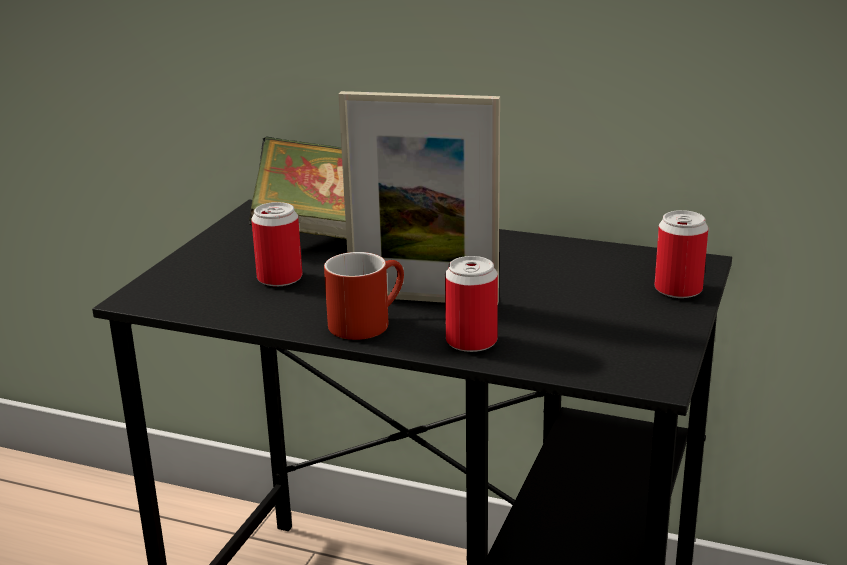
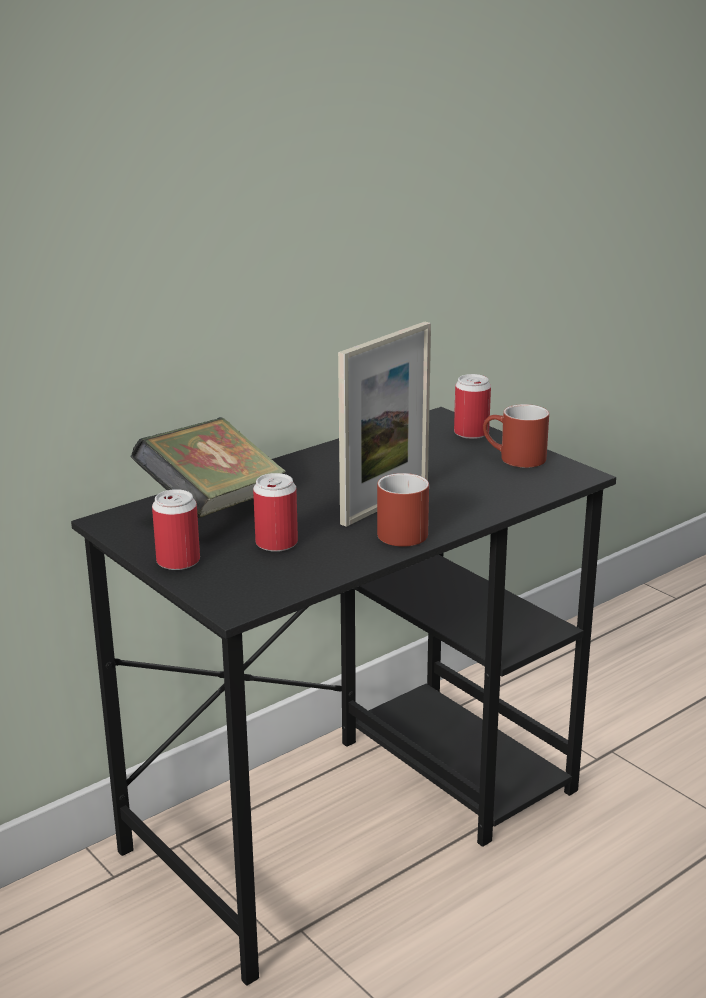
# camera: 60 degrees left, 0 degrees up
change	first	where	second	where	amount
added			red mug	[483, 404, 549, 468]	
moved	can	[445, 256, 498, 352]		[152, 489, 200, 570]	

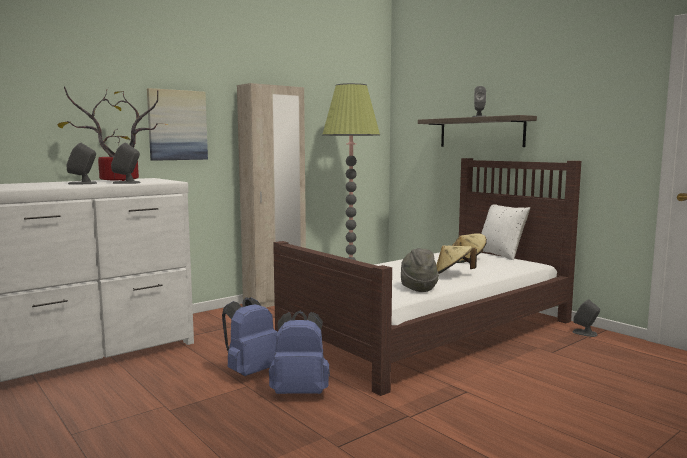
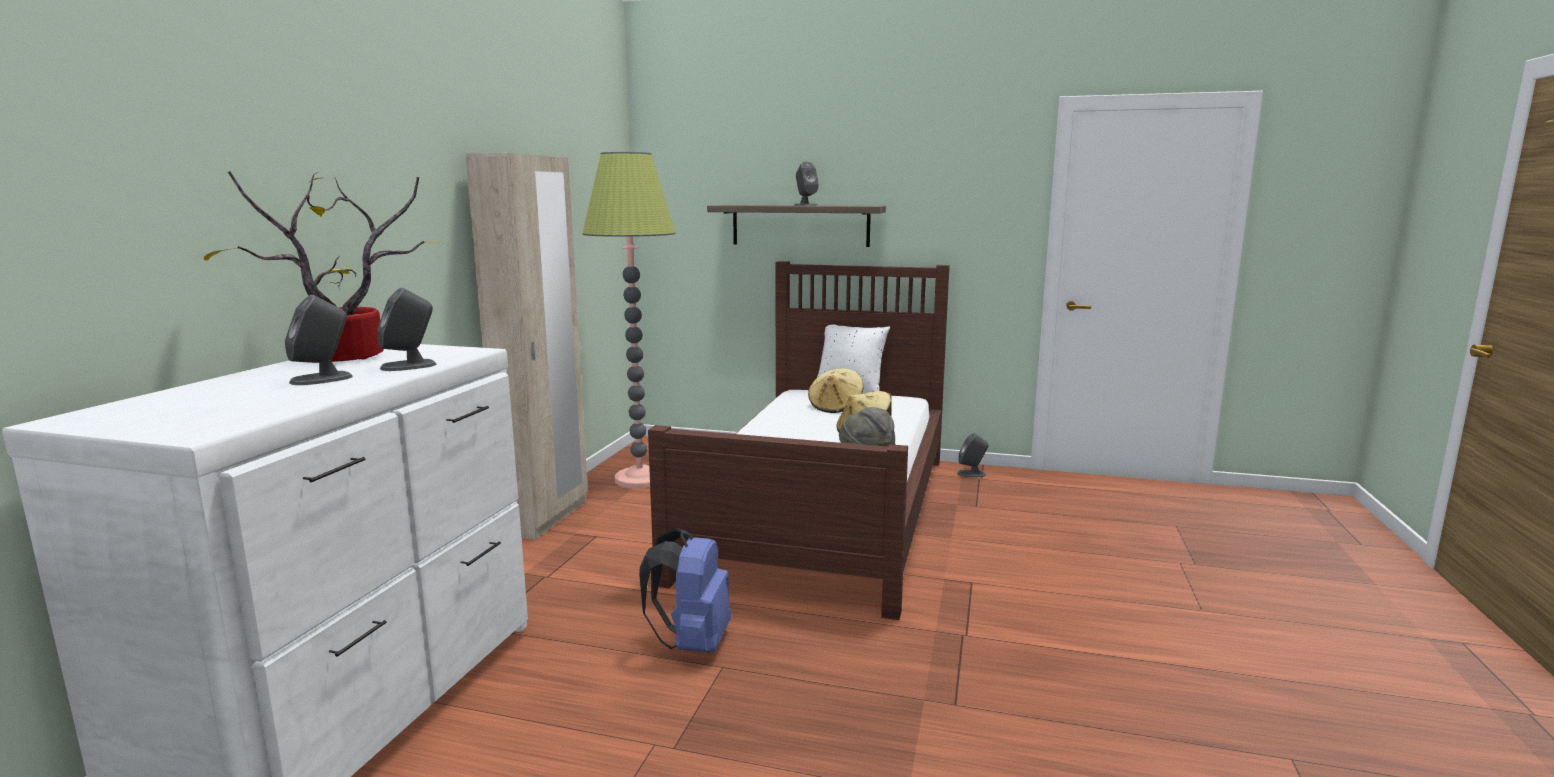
# camera: 35 degrees left, 5 degrees up
change	first	where	second	where	amount
removed	picture	[147, 88, 208, 161]			
removed	blue backpack	[269, 311, 330, 394]			

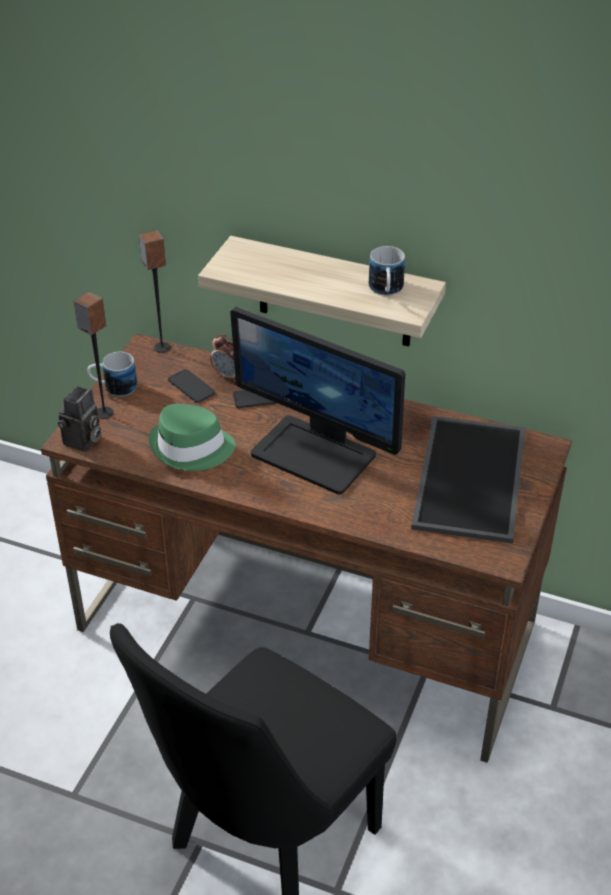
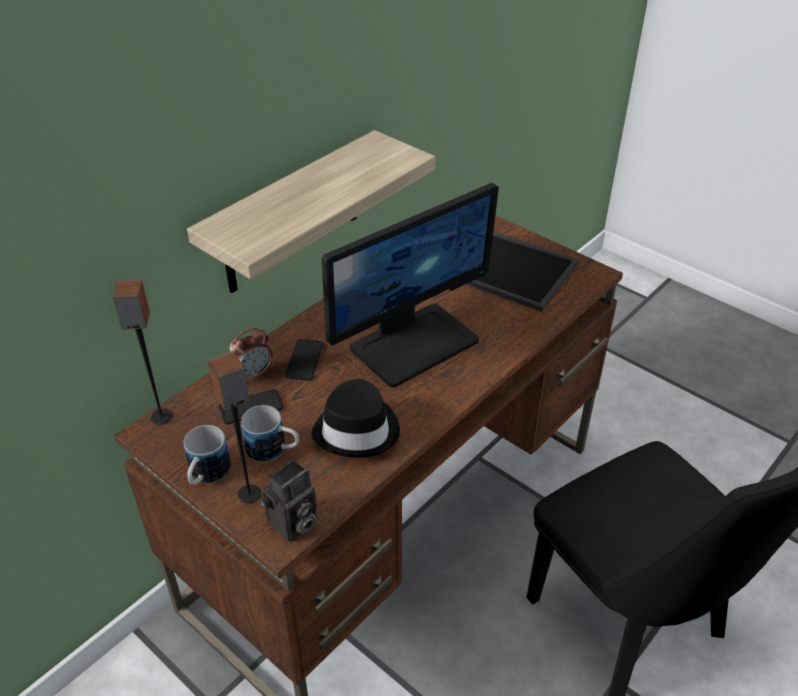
# camera: 70 degrees left, 0 degrees up
change	first	where	second	where	amount
moved	mug	[369, 246, 405, 295]		[241, 405, 299, 462]	
recoloured	green hat	[149, 404, 235, 471]	black hat	[312, 379, 400, 458]	
turned	photo camera	[58, 386, 102, 452]		[259, 460, 317, 542]	90 degrees clockwise

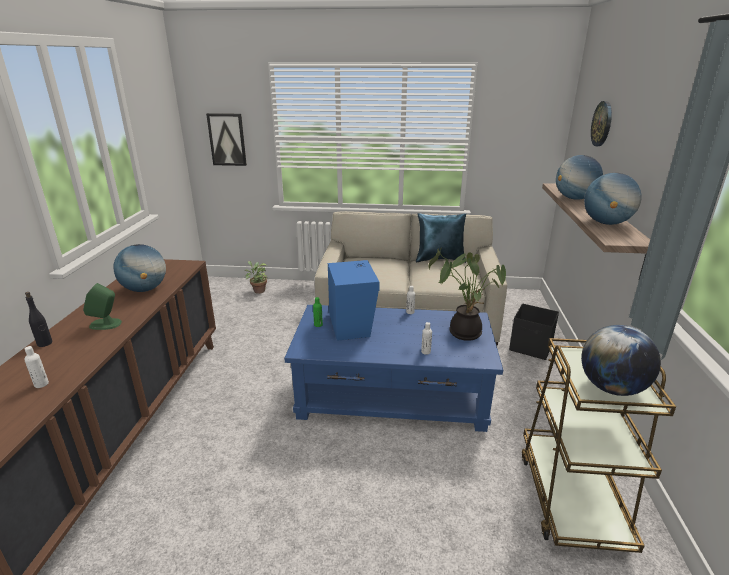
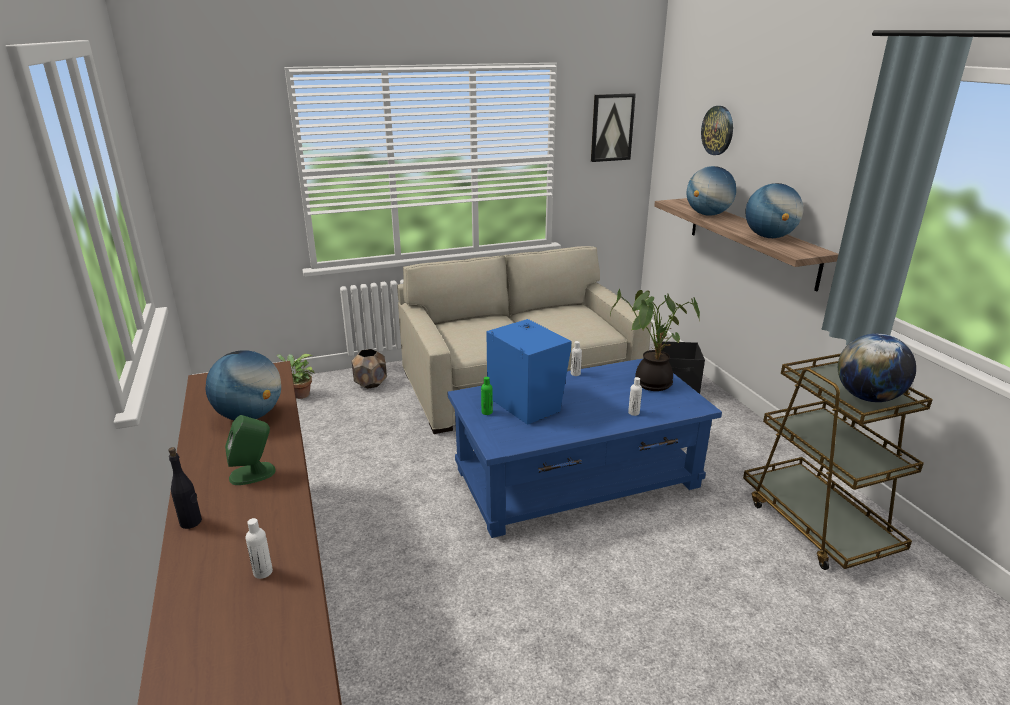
# camera: 25 degrees left, 0 degrees up
change	first	where	second	where	amount
removed	blue pillow	[416, 213, 466, 263]			
added			brown planter	[352, 349, 387, 389]	
moved	picture	[206, 113, 247, 166]		[591, 93, 636, 162]	

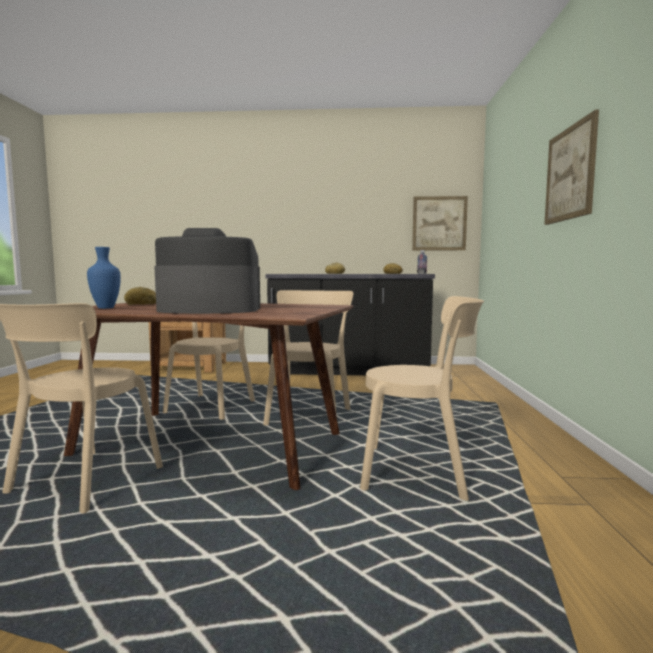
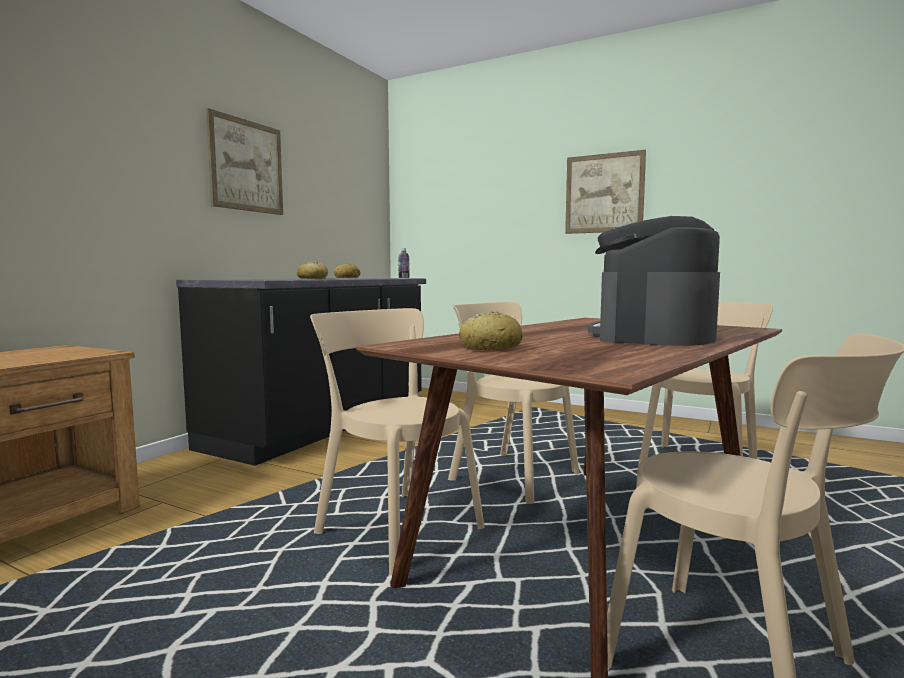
# camera: 65 degrees left, 0 degrees up
change	first	where	second	where	amount
removed	blue vase	[87, 247, 121, 309]			
moved	picture	[412, 196, 468, 251]		[206, 108, 283, 215]	

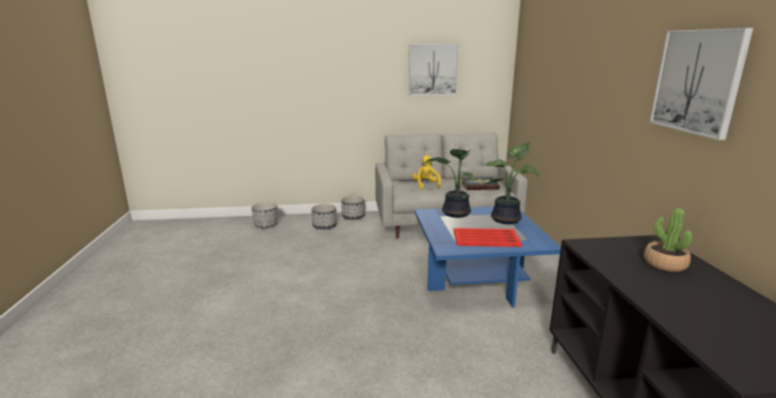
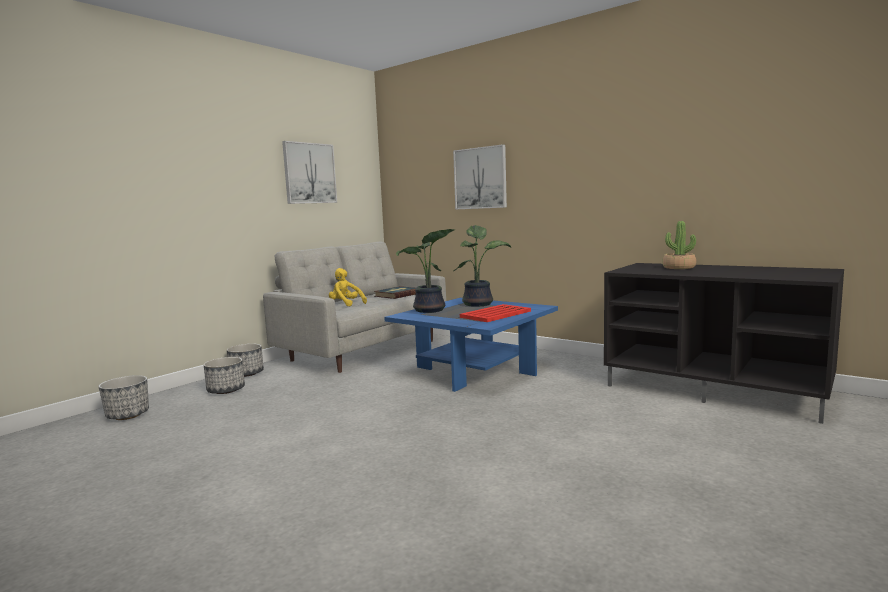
# camera: 45 degrees left, 10 degrees down
change	first	where	second	where	amount
moved	picture	[649, 28, 753, 140]		[453, 144, 507, 210]	

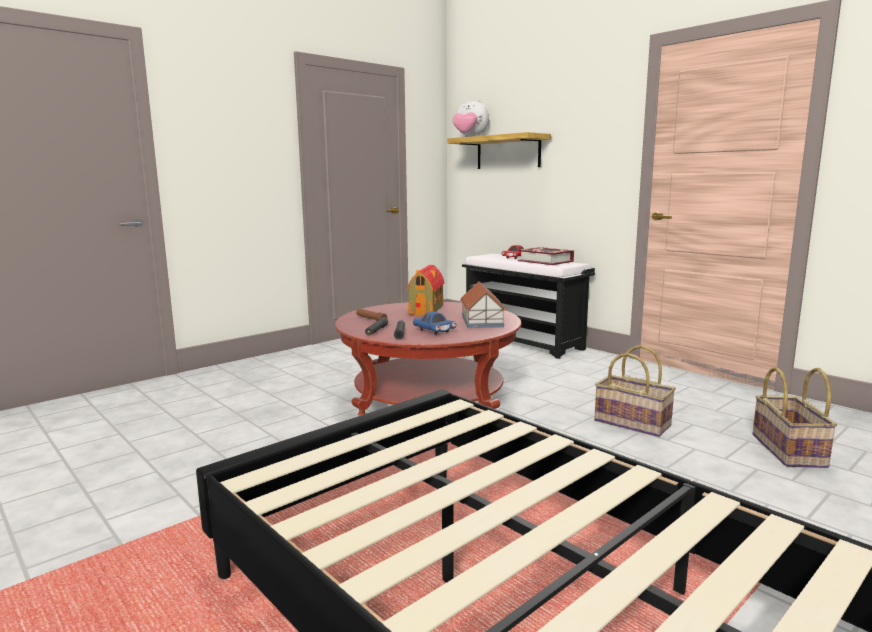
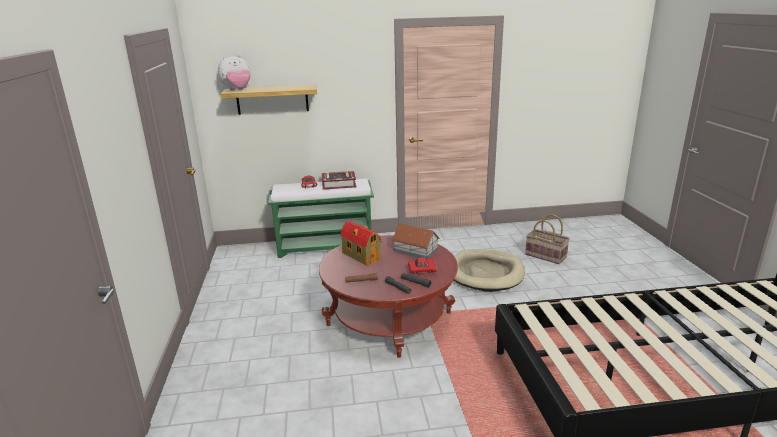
# camera: 55 degrees left, 10 degrees up
change	first	where	second	where	amount
replaced	basket	[595, 345, 676, 437]	beige dog bed	[453, 249, 525, 292]	
recoloured	blue toy car	[413, 311, 456, 335]	red toy car	[408, 257, 437, 274]	
recoloured	black bench	[462, 254, 595, 359]	green bench	[268, 178, 374, 258]	

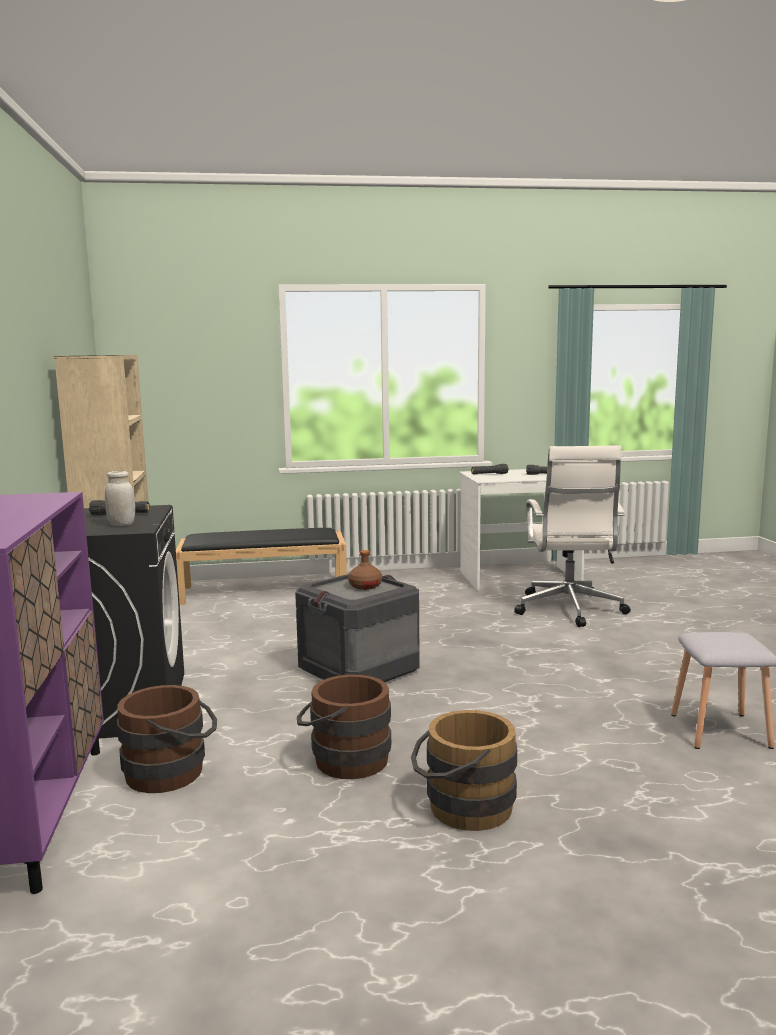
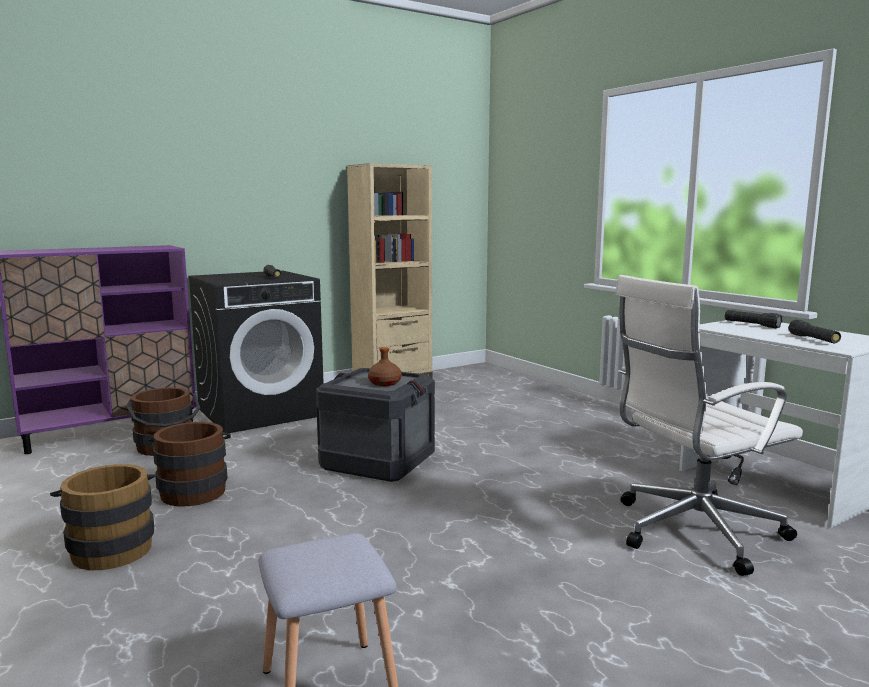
# camera: 65 degrees right, 0 degrees up
change	first	where	second	where	amount
removed	white jar	[105, 471, 135, 526]			
removed	black bench	[176, 528, 347, 605]			

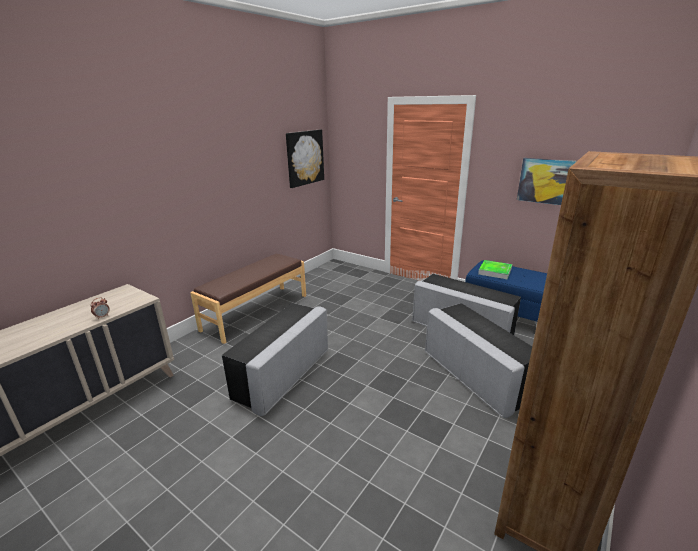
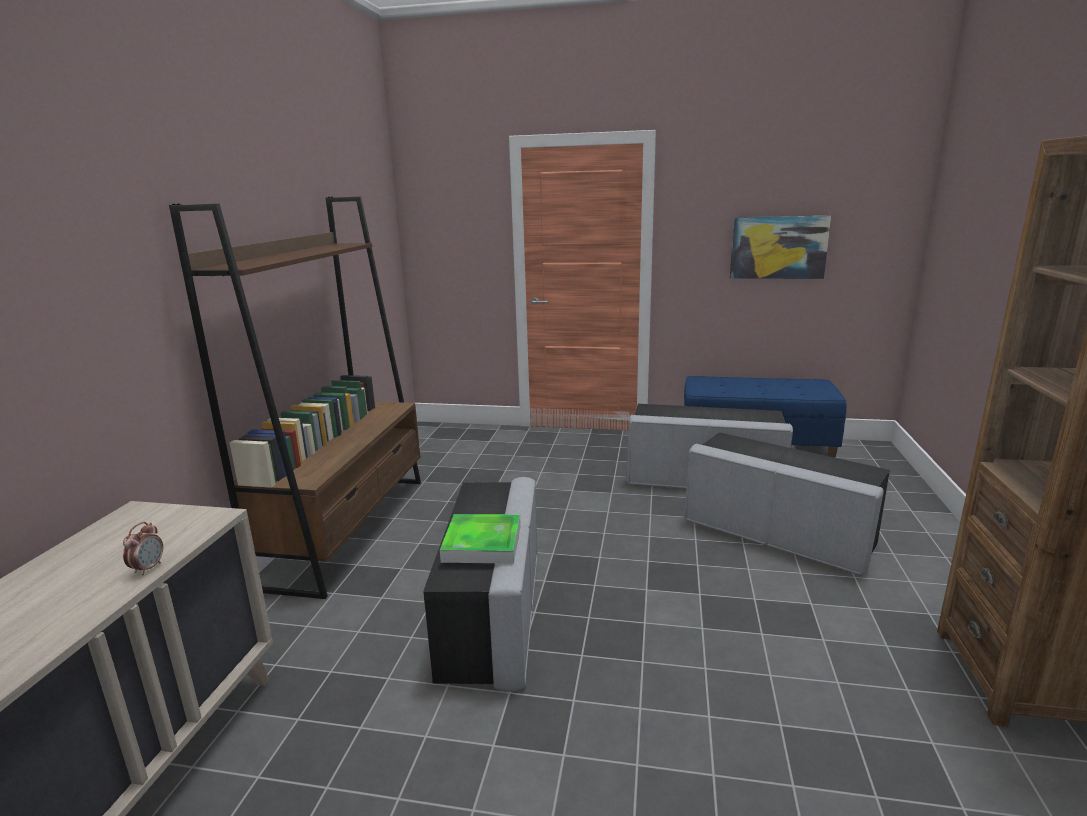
# camera: 25 degrees left, 5 degrees down
change	first	where	second	where	amount
removed	picture	[286, 129, 324, 188]			
moved	tray	[478, 260, 512, 279]		[440, 514, 521, 563]	
replaced	brown bench	[190, 254, 306, 344]	brown bookcase	[169, 196, 421, 599]	

